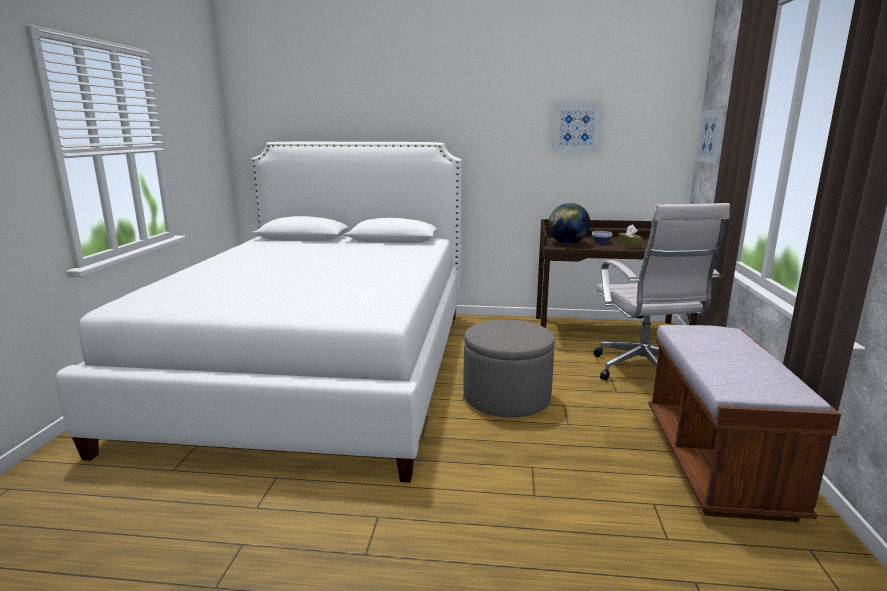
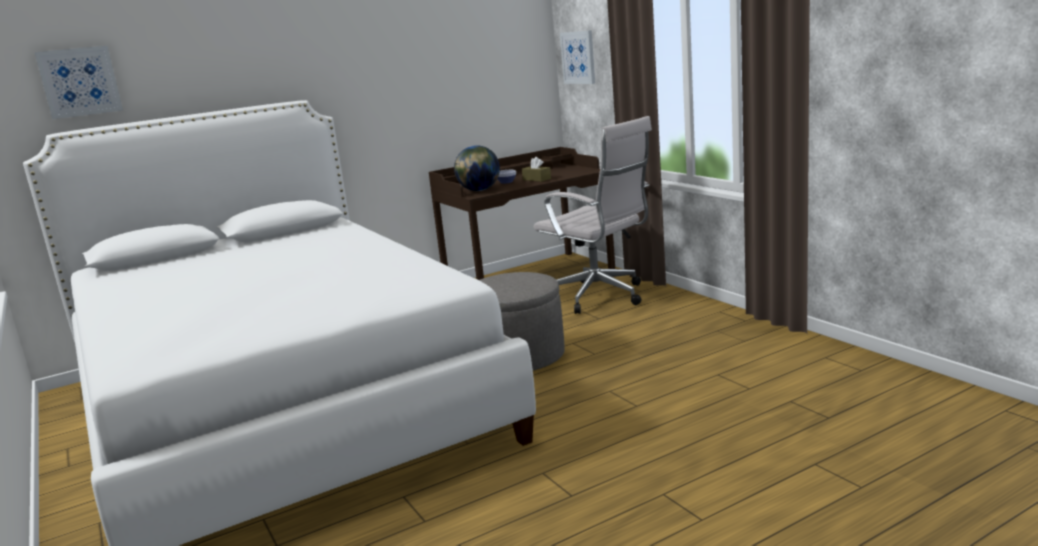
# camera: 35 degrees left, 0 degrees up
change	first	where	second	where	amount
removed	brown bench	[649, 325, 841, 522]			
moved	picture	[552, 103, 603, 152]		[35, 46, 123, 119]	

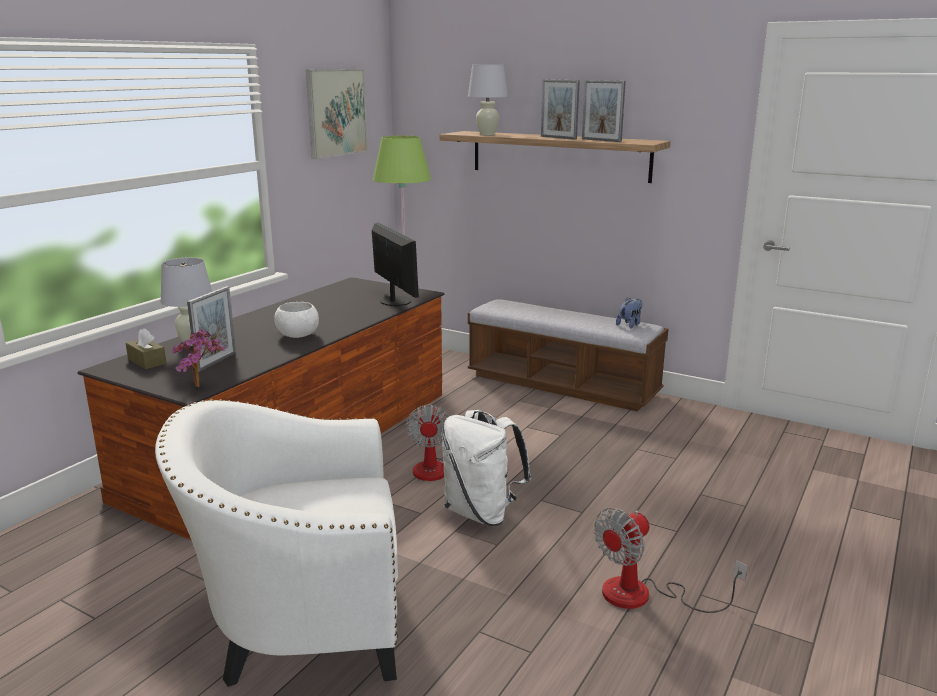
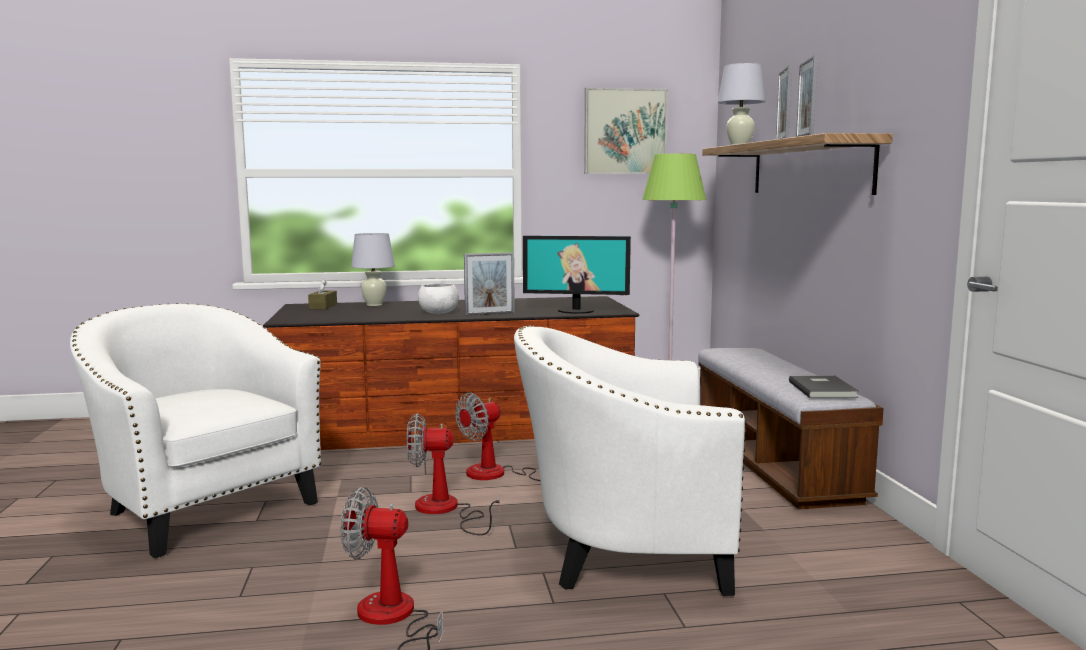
# camera: 50 degrees right, 10 degrees down
change	first	where	second	where	amount
removed	potted plant	[172, 329, 225, 387]			
added			white armchair	[514, 326, 746, 596]	
moved	picture frame	[187, 286, 236, 372]		[464, 252, 515, 316]	
replaced	white backpack	[442, 410, 531, 526]	fan	[407, 413, 500, 535]	
replaced	plush toy	[616, 297, 642, 328]	grey book	[789, 376, 859, 398]	
turned	monitor	[372, 223, 419, 306]		[523, 236, 631, 314]	75 degrees clockwise

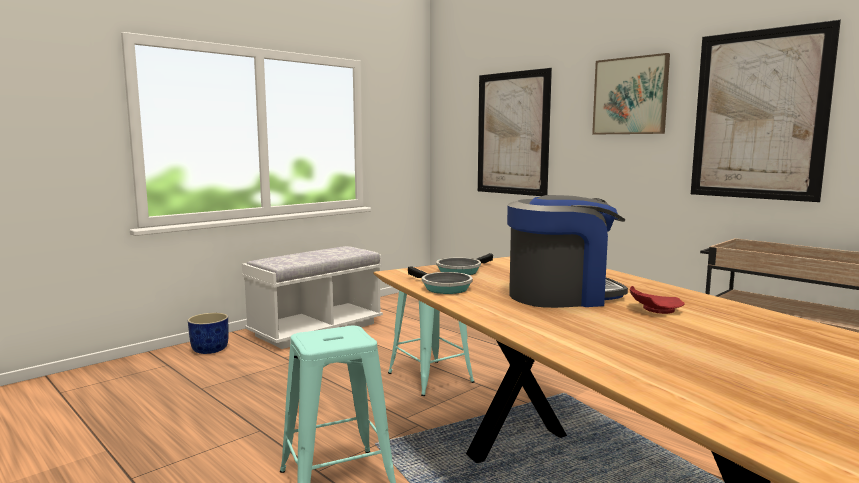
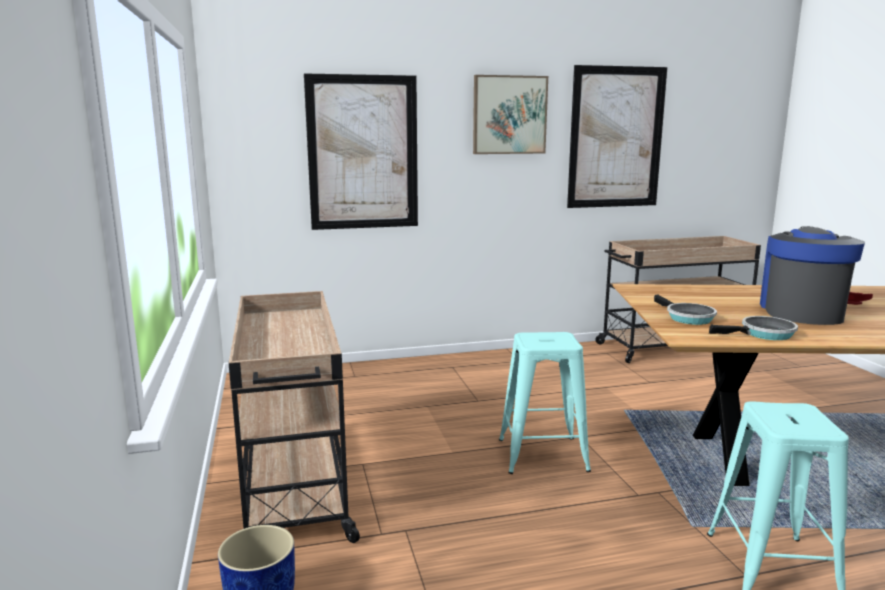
# camera: 60 degrees left, 5 degrees up
change	first	where	second	where	amount
replaced	white bench	[242, 246, 383, 349]	beige cart	[229, 291, 360, 543]	

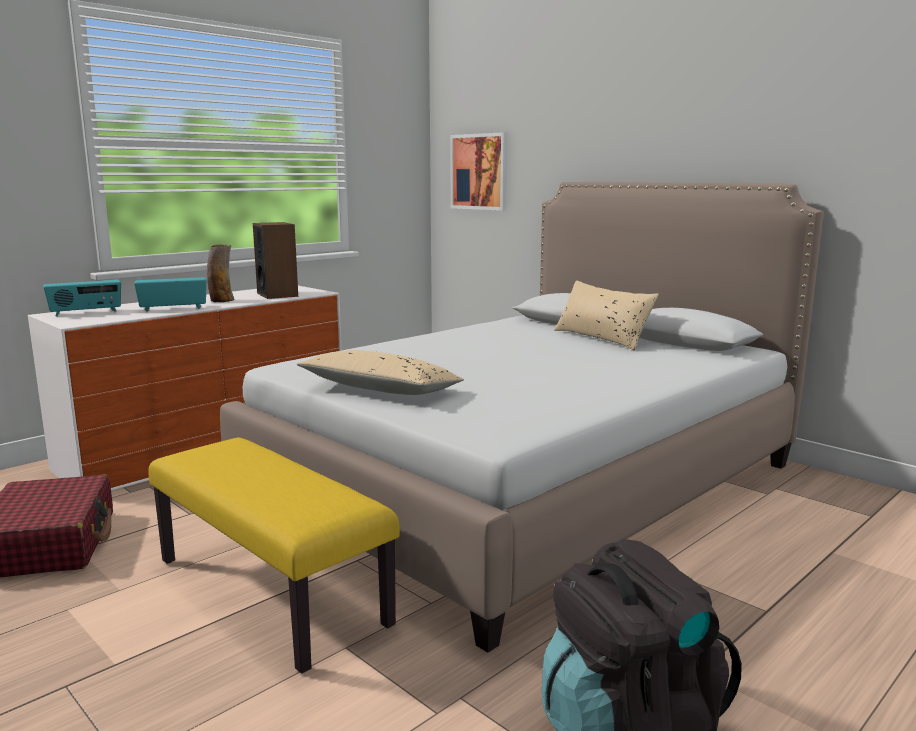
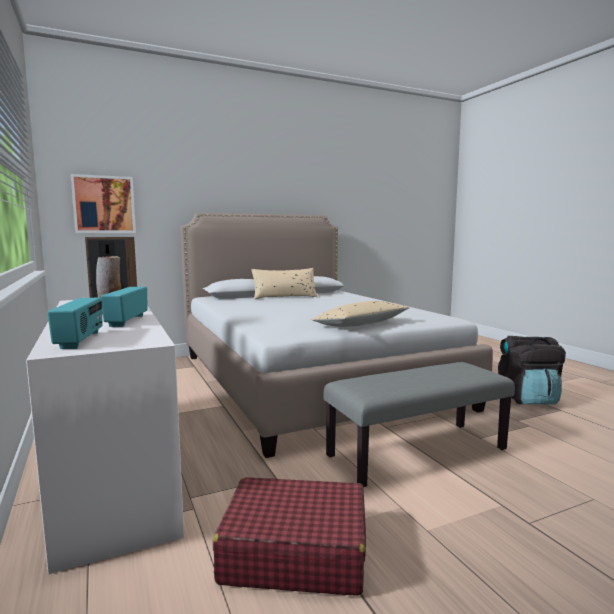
# camera: 70 degrees left, 5 degrees down
change	first	where	second	where	amount
recoloured	yellow bench	[149, 438, 400, 674]	grey bench	[324, 362, 515, 488]	

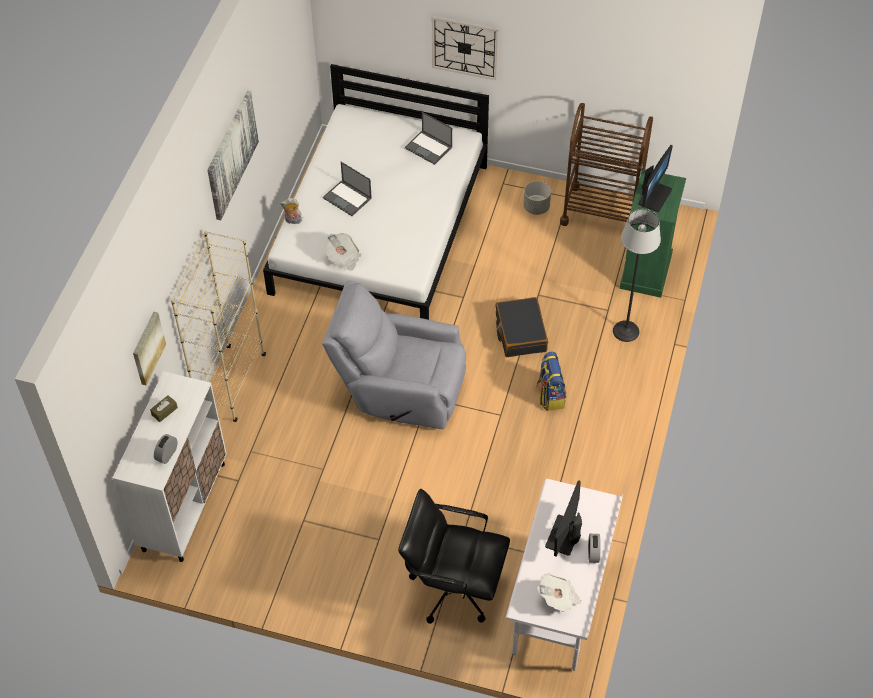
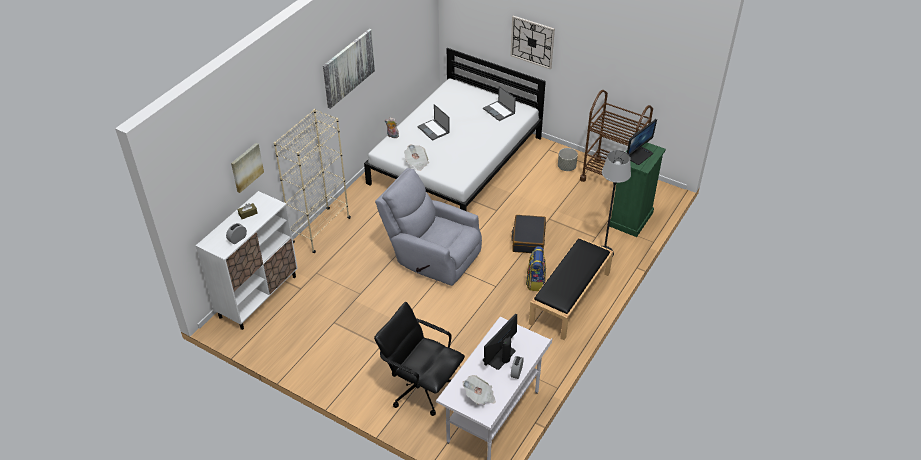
# camera: 15 degrees right, 10 degrees down
change	first	where	second	where	amount
added			black bench	[529, 237, 613, 340]	

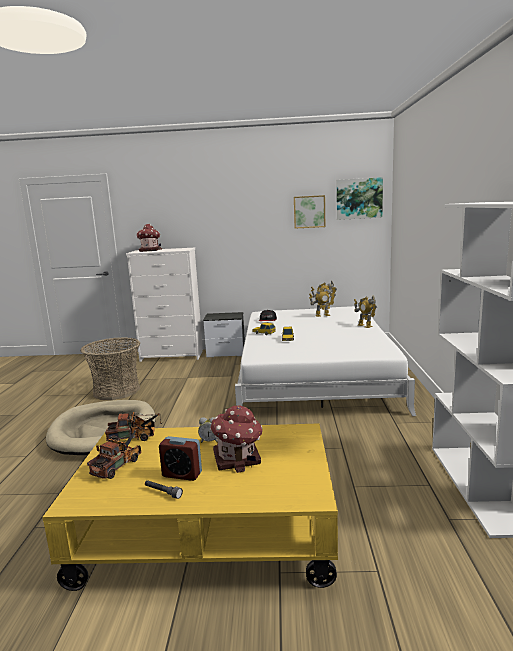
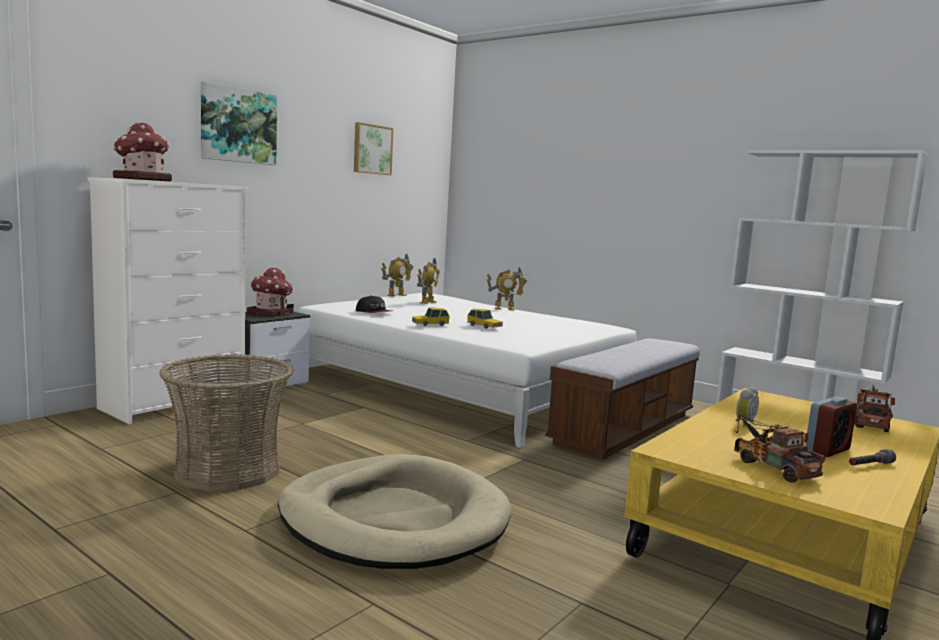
# camera: 55 degrees left, 5 degrees down
change	first	where	second	where	amount
added			bench	[545, 338, 700, 460]	
moved	toy truck	[105, 412, 162, 442]		[854, 385, 895, 432]	
moved	toy house	[210, 406, 262, 473]		[247, 267, 294, 317]	
moved	picture	[336, 177, 383, 220]		[201, 82, 277, 165]	

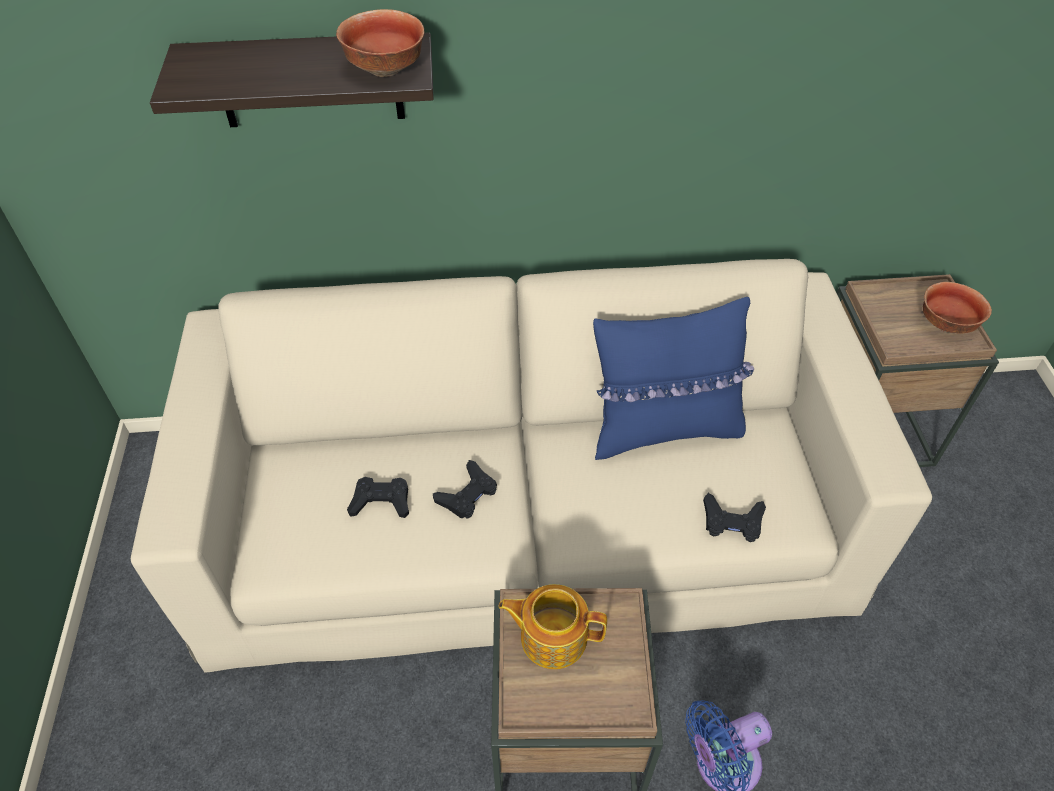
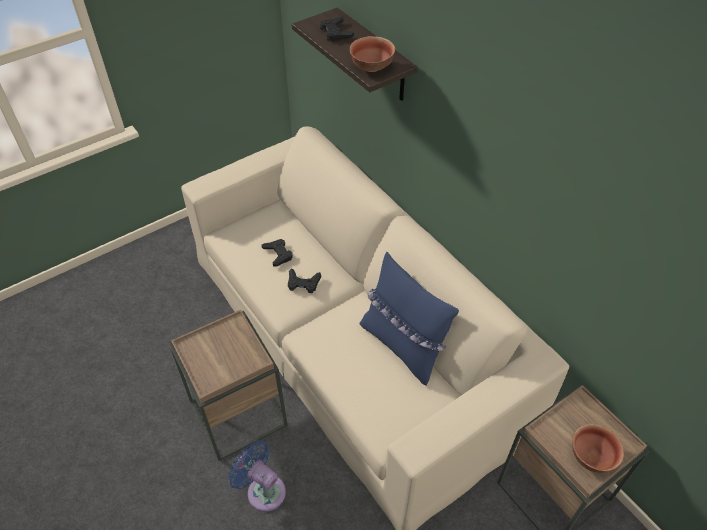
# camera: 60 degrees right, 0 degrees up
change	first	where	second	where	amount
removed	teapot	[498, 584, 607, 669]			
moved	black game controller	[703, 493, 766, 542]		[320, 16, 354, 42]	

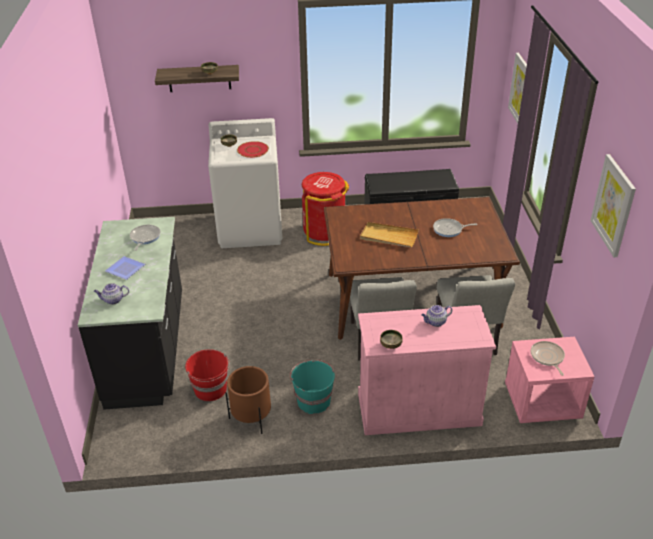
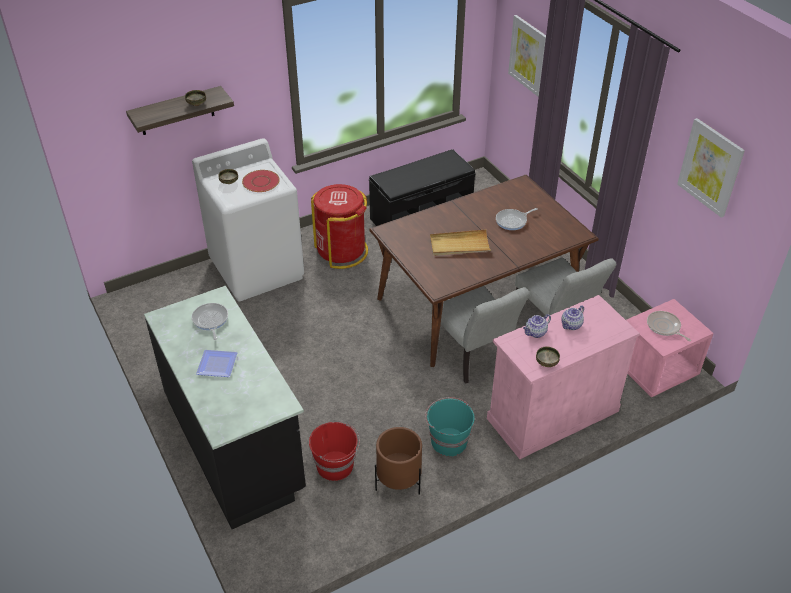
# camera: 25 degrees left, 5 degrees up
change	first	where	second	where	amount
moved	teapot	[94, 283, 129, 305]		[523, 314, 551, 338]	

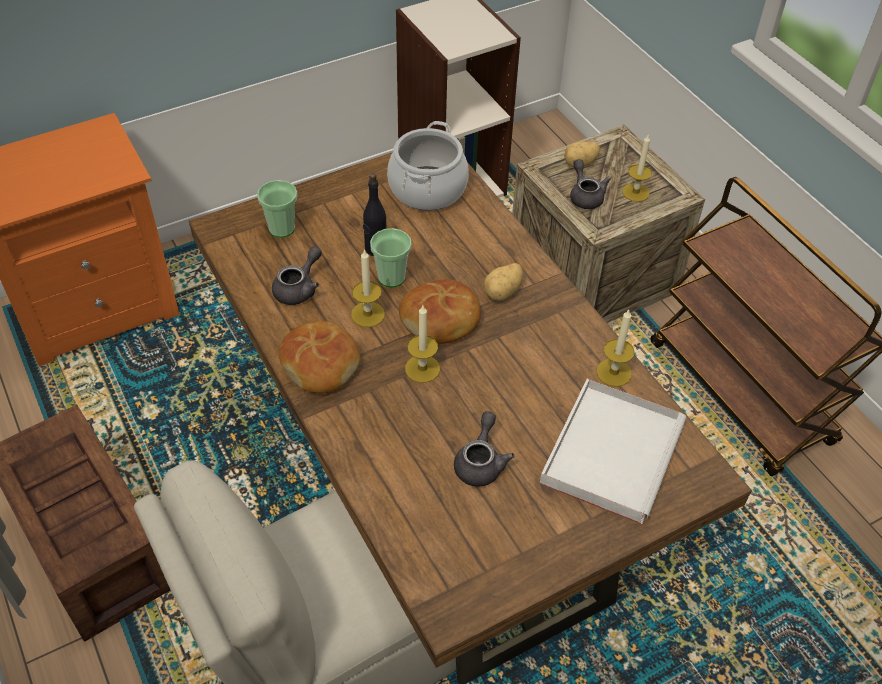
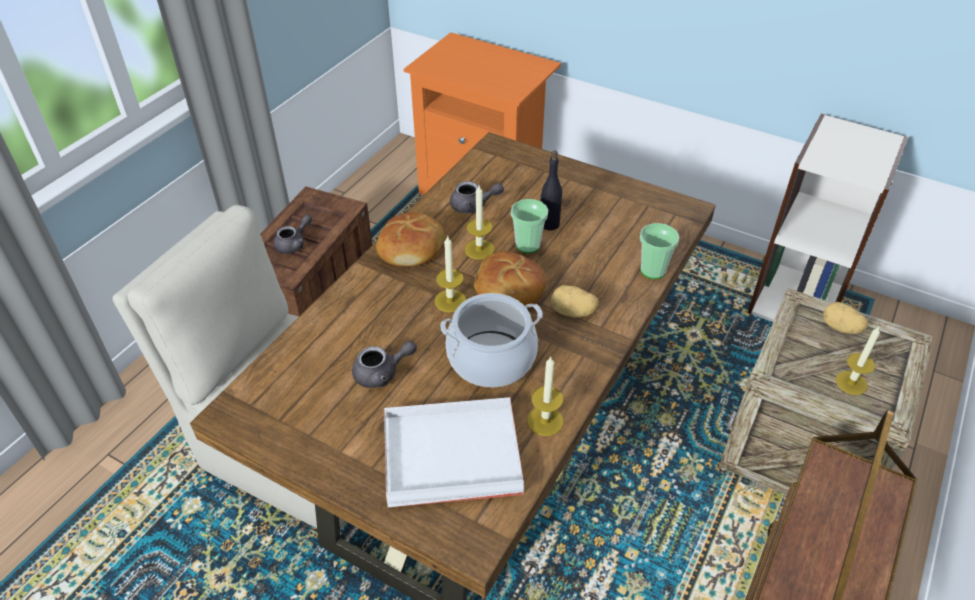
# camera: 60 degrees right, 5 degrees down
change	first	where	second	where	amount
moved	cup	[257, 180, 297, 238]		[640, 223, 679, 279]	
moved	cooking pot	[387, 121, 469, 211]		[440, 293, 543, 387]	
moved	grey teapot	[570, 159, 611, 209]		[274, 214, 312, 254]	

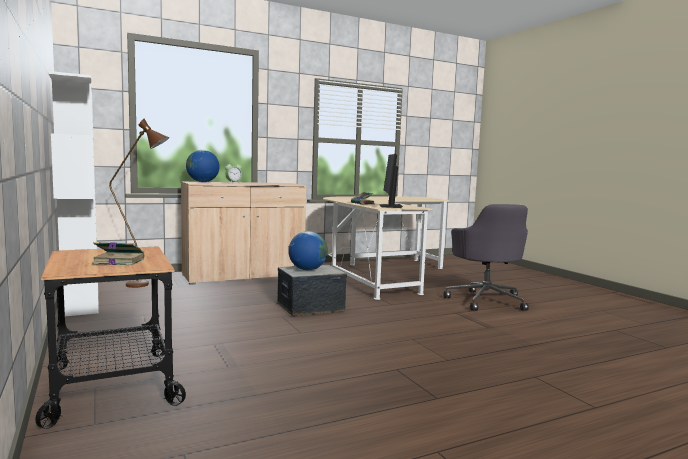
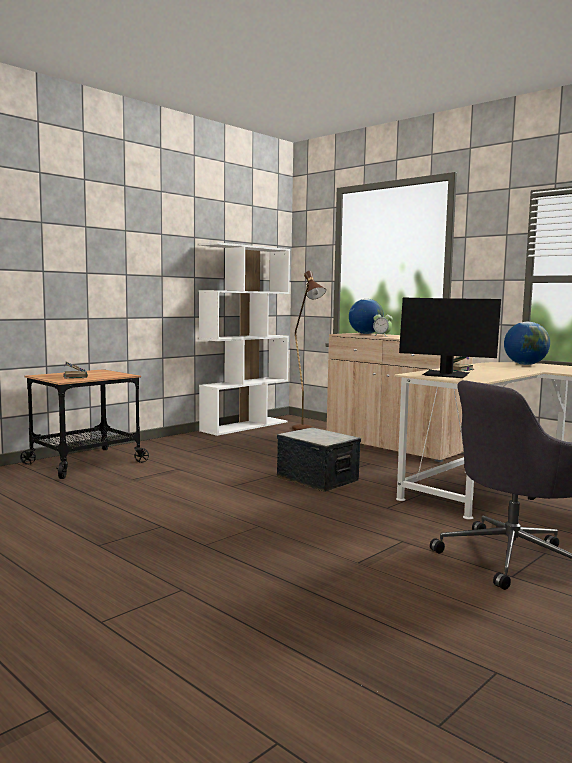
# camera: 70 degrees right, 0 degrees up
change	first	where	second	where	amount
moved	globe	[288, 231, 328, 270]		[504, 322, 550, 365]	
turned	monitor	[379, 153, 403, 208]		[399, 297, 501, 378]	135 degrees counterclockwise

